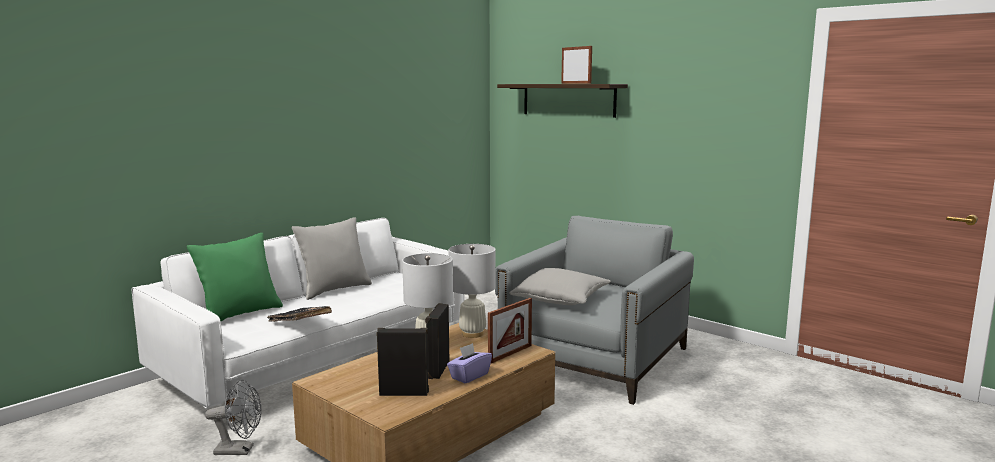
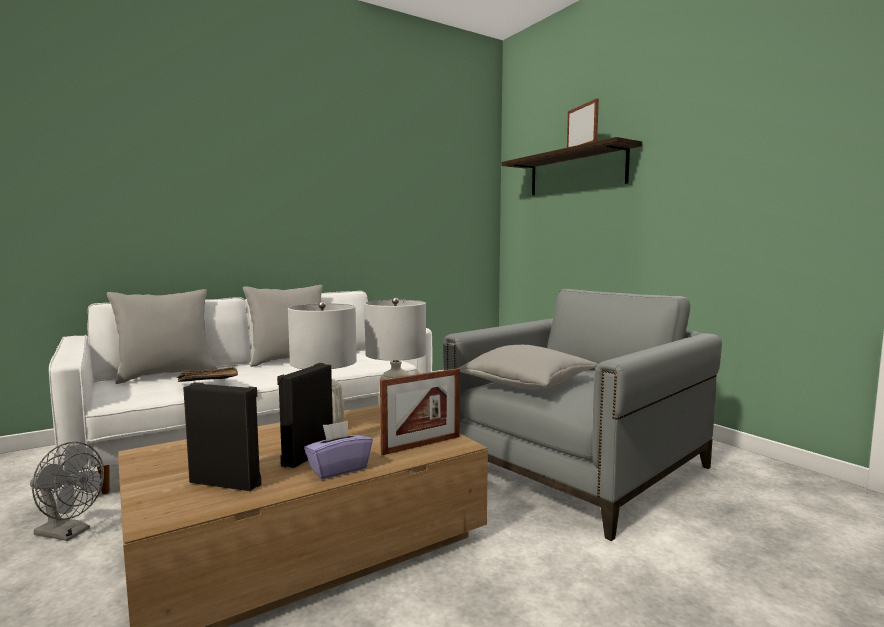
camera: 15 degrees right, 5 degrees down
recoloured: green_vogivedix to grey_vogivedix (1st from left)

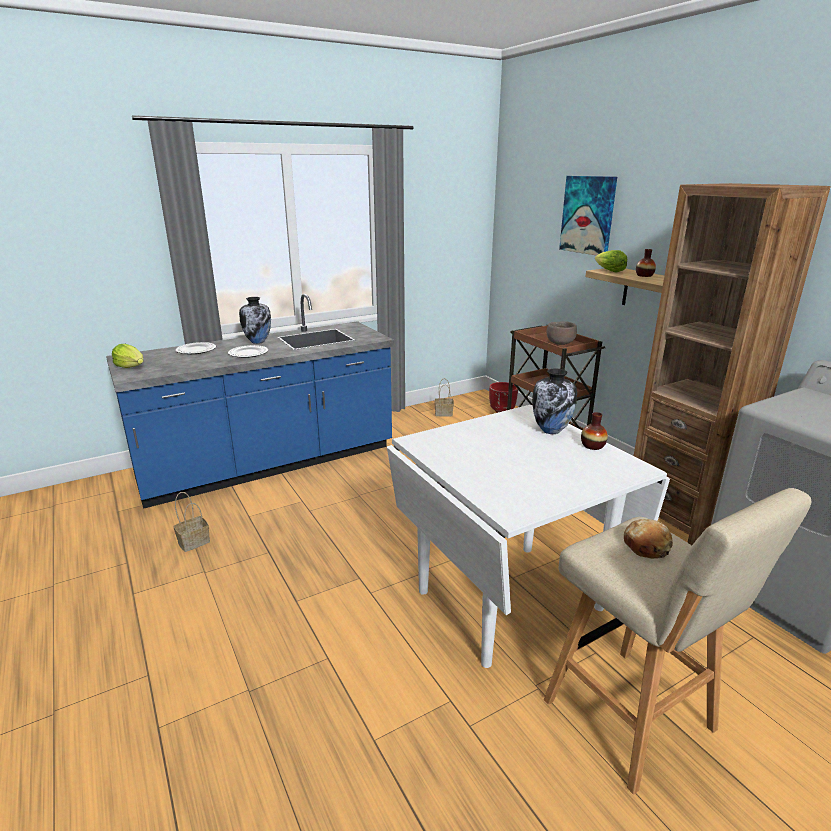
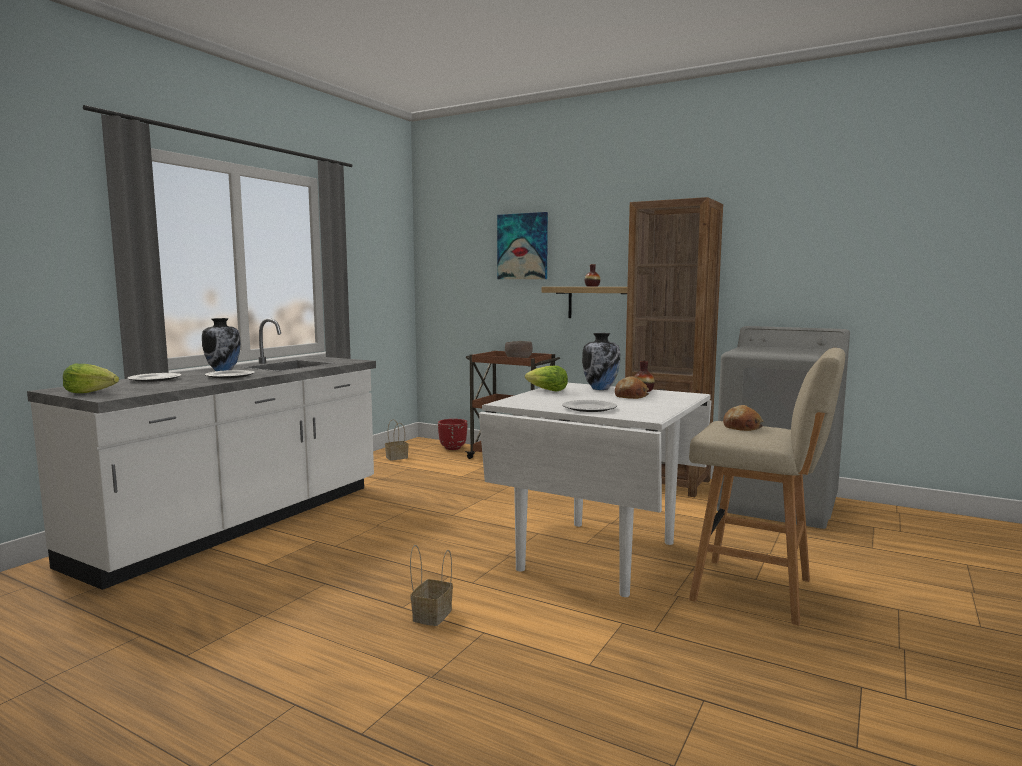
camera: 30 degrees left, 15 degrees down
added: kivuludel (3rd from left); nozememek (1st from left)
moved: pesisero (1st from left in the first image) to pesisero (2nd from left); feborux (2nd from left)
recoloured: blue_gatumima to white_gatumima

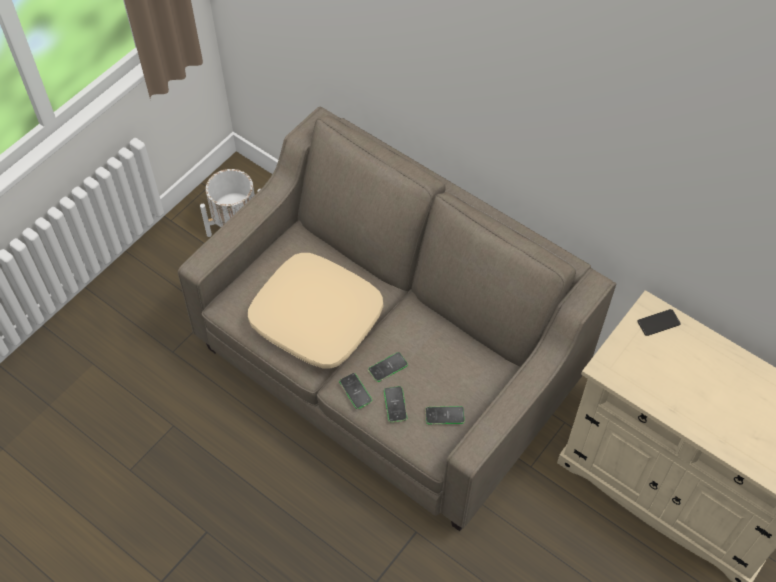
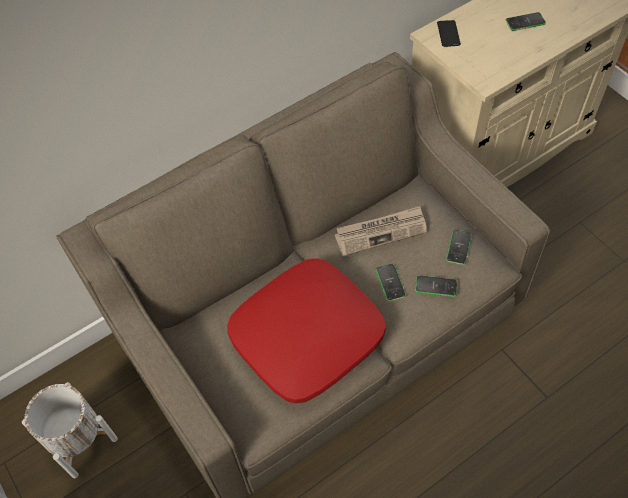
camera: 70 degrees left, 0 degrees up
added: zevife
moved: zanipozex (1st from left in the first image) to zanipozex (5th from left)
recoloured: beige_vogivedix to red_vogivedix

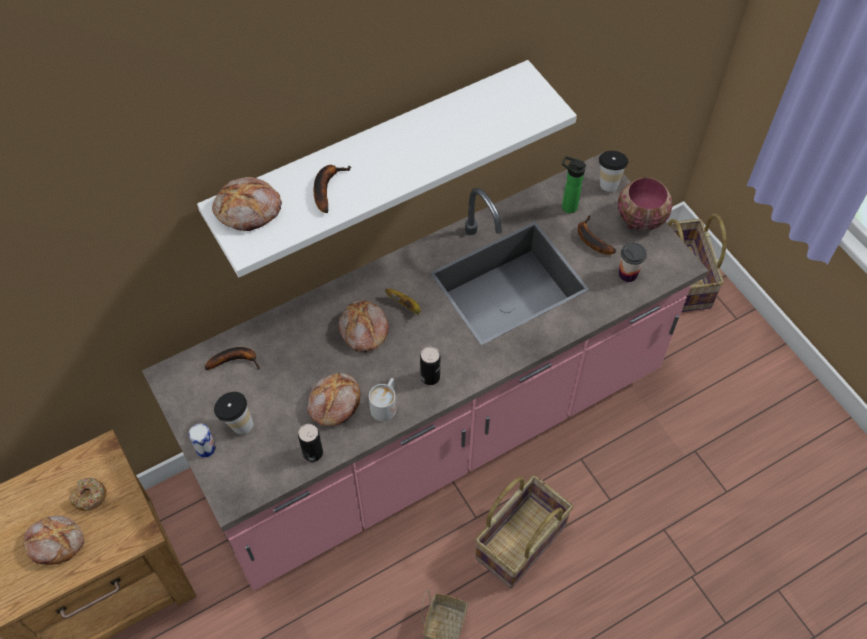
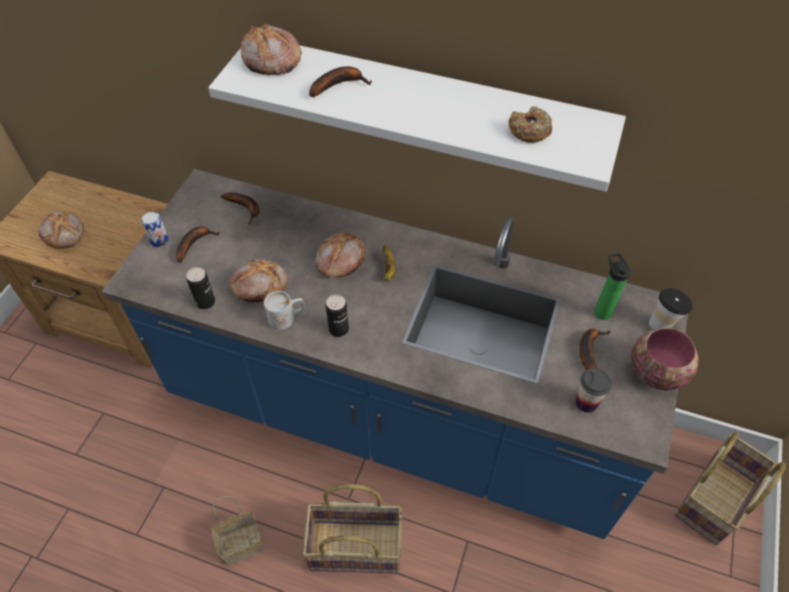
camera: 50 degrees right, 5 degrees down
moved: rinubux
replaced: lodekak (1st from left) to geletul (1st from left)
recoloured: pink_gatumima to blue_gatumima

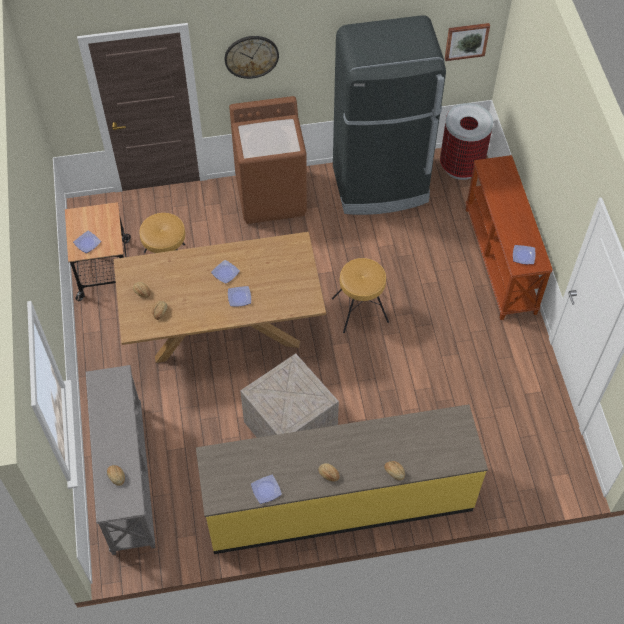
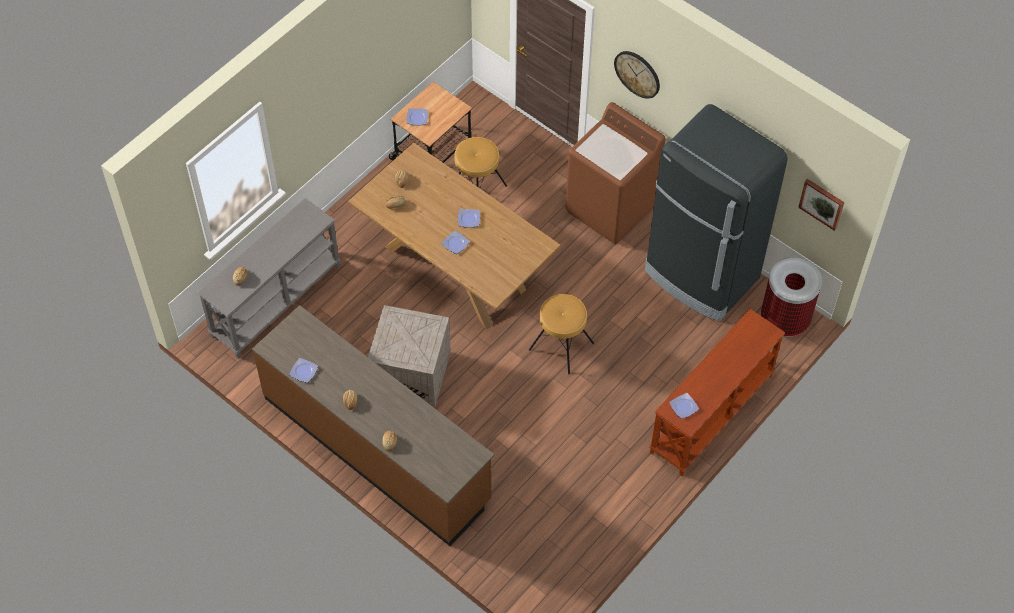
camera: 50 degrees right, 0 degrees up
recoloured: yellow_gatumima to brown_gatumima

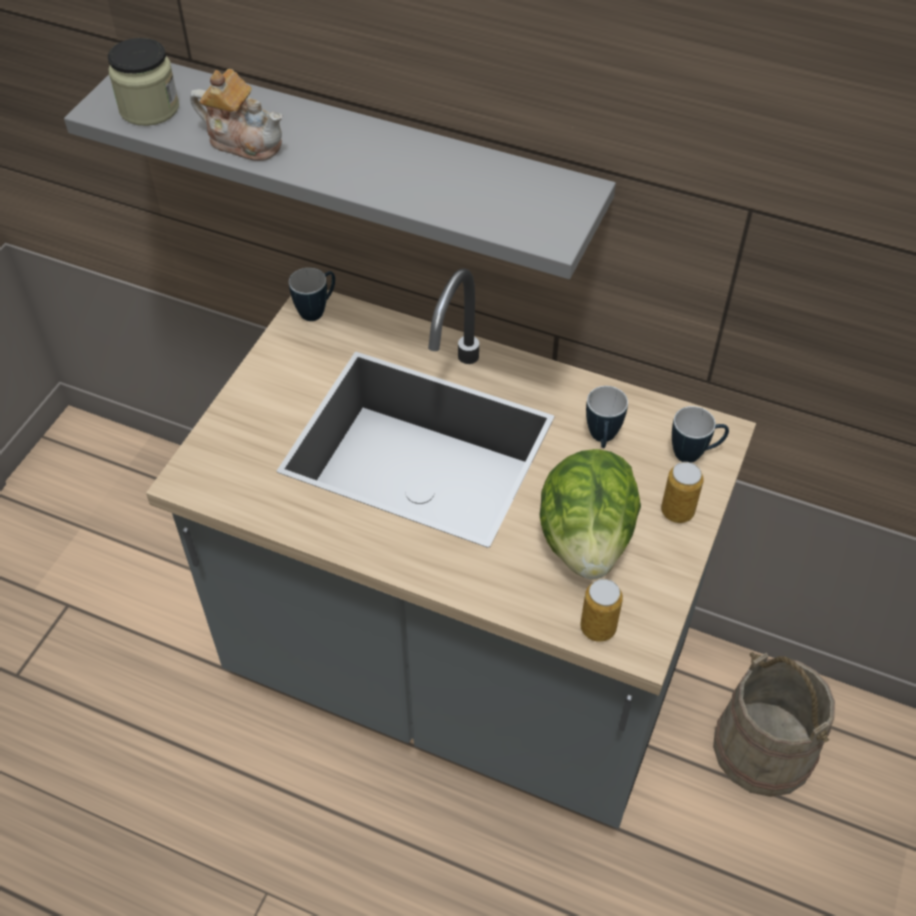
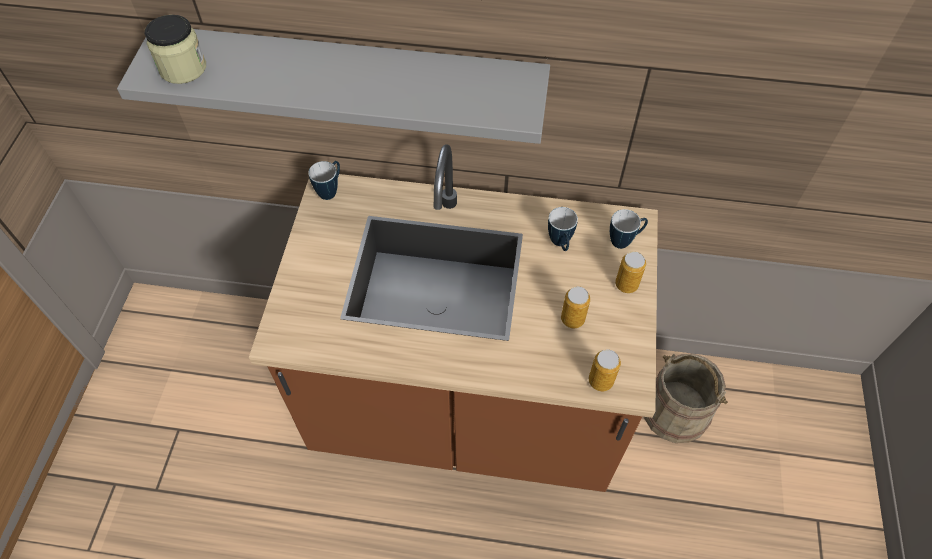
camera: 15 degrees left, 5 degrees up
removed: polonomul
replaced: feborux to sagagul (1st from left)
recoloured: grey_gatumima to brown_gatumima

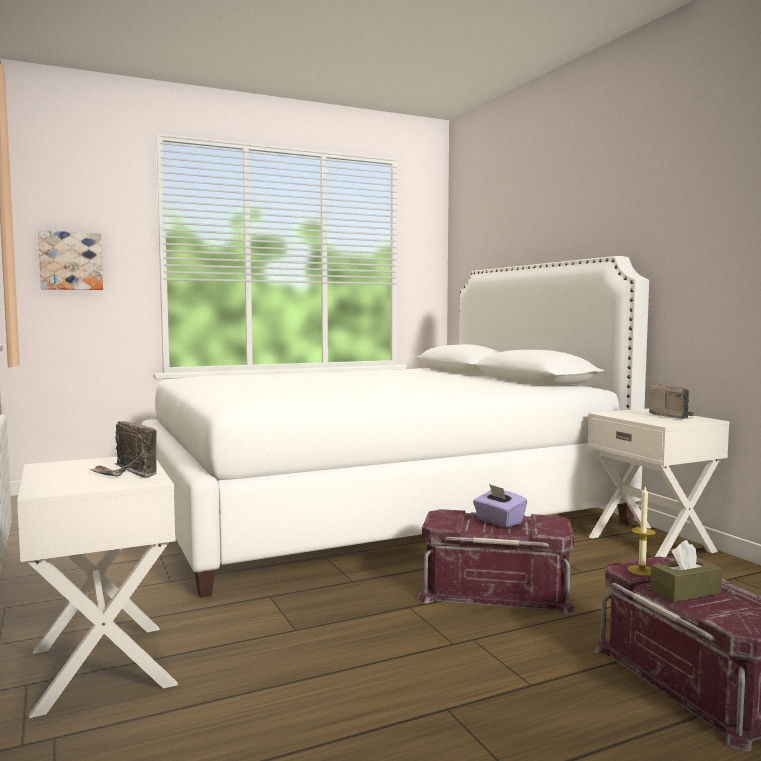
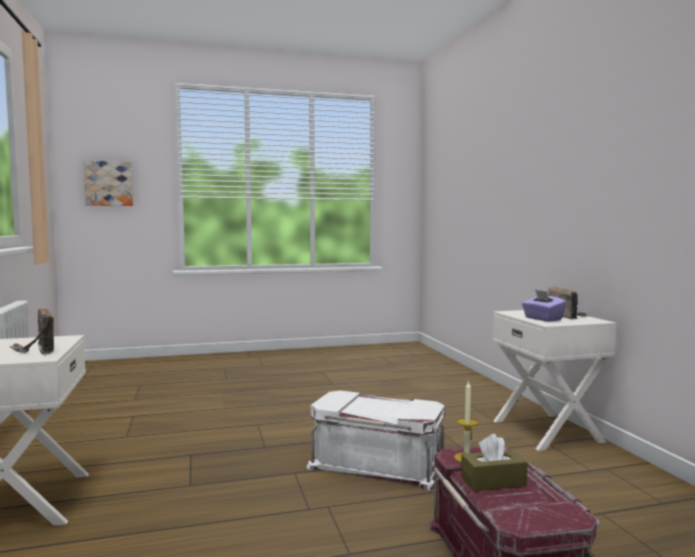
camera: 10 degrees right, 0 degrees up
removed: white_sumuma
moved: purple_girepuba
recoloured: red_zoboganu (1st from left) to white_zoboganu

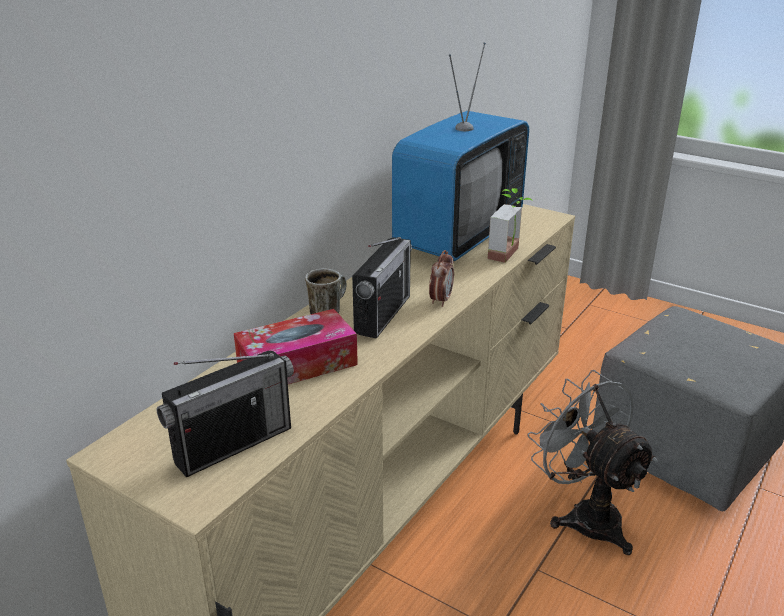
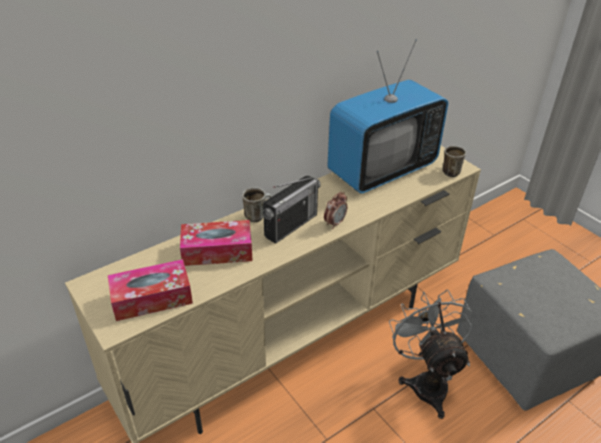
camera: 20 degrees right, 10 degrees up
removed: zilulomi
added: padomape (2nd from left)
replaced: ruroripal (1st from left) to girepuba (1st from left)

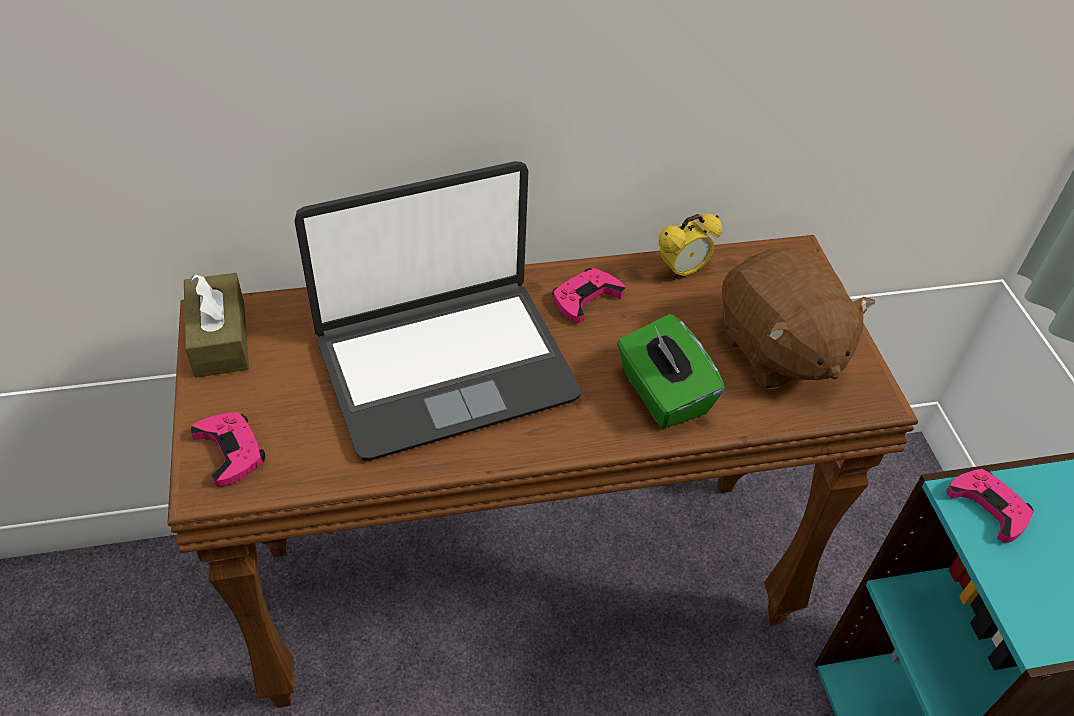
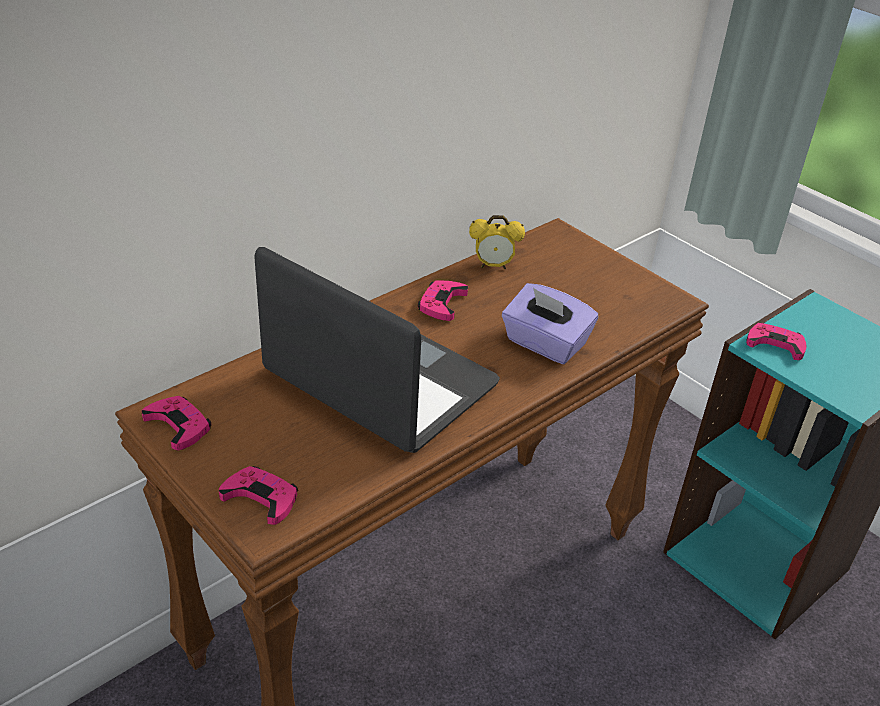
camera: 30 degrees left, 10 degrees down
removed: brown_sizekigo
replaced: brown_girepuba to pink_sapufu (1st from left)
recoloured: green_girepuba to purple_girepuba
turned: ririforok 90 degrees counterclockwise; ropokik 60 degrees clockwise

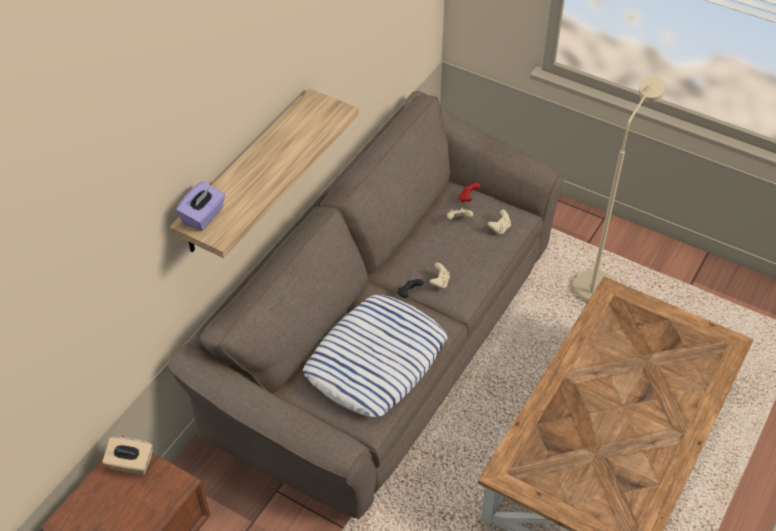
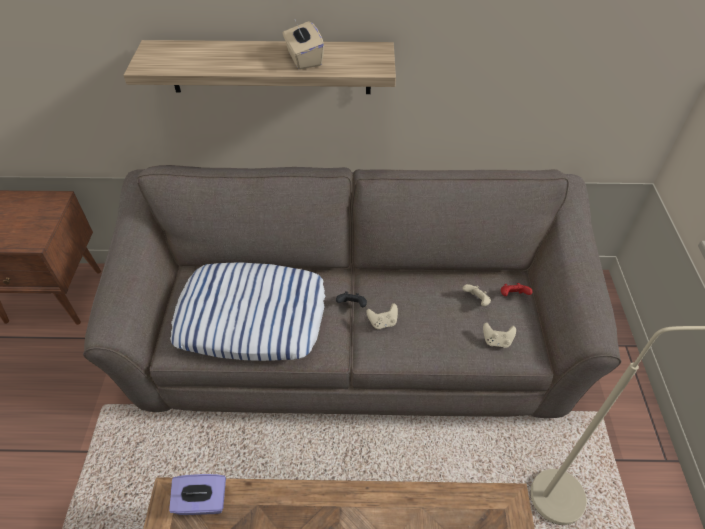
camera: 60 degrees right, 0 degrees up
moved: beige_girepuba; purple_girepuba

